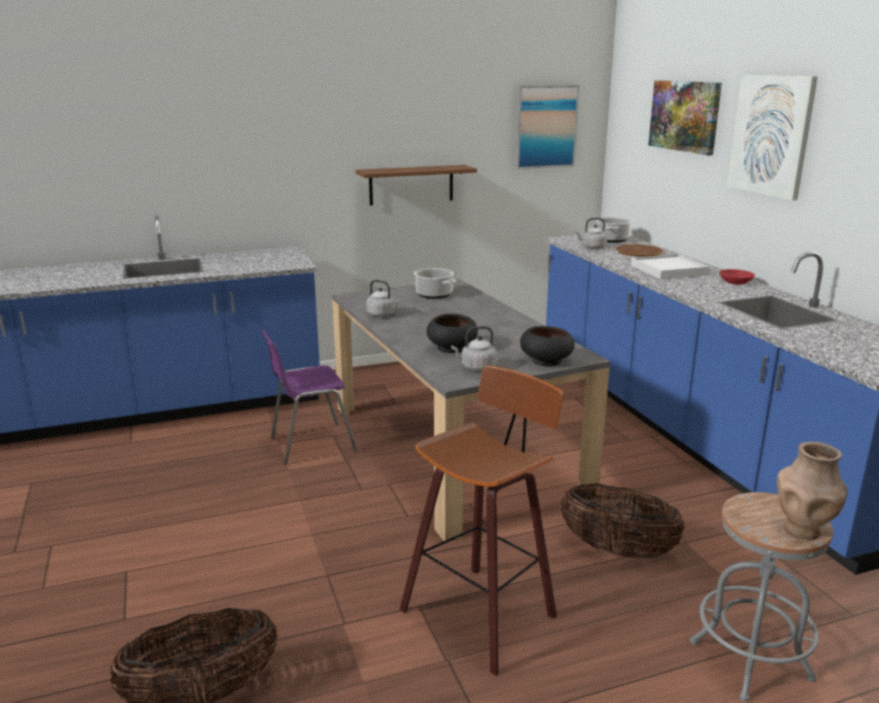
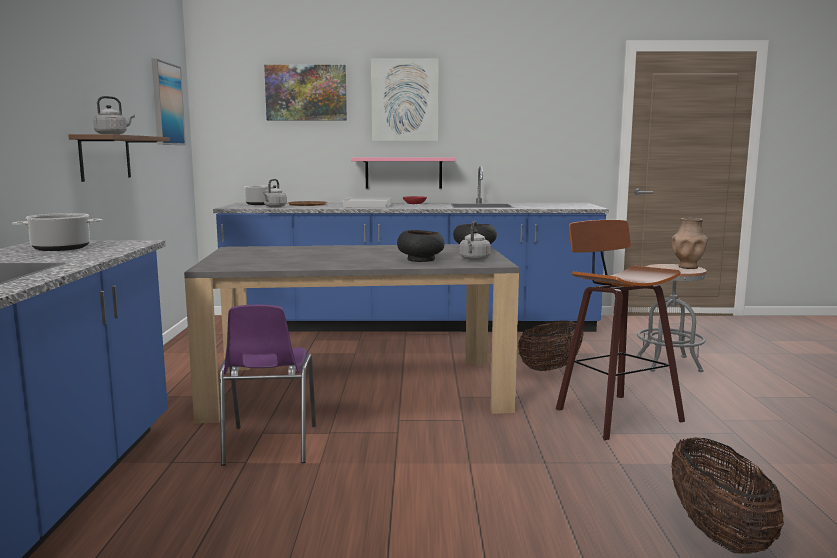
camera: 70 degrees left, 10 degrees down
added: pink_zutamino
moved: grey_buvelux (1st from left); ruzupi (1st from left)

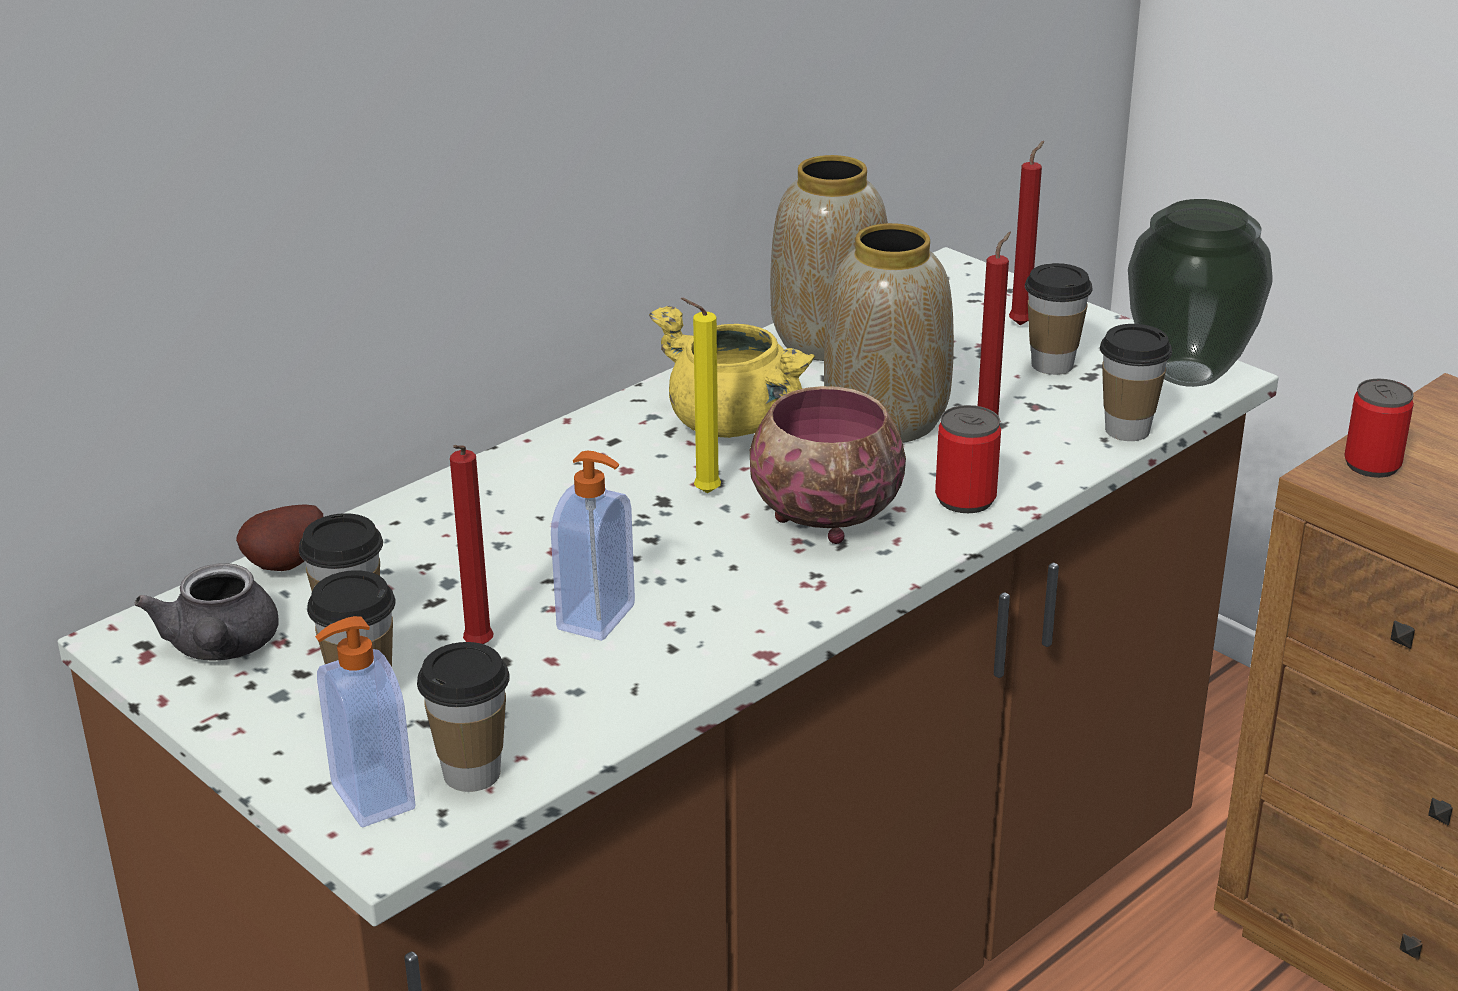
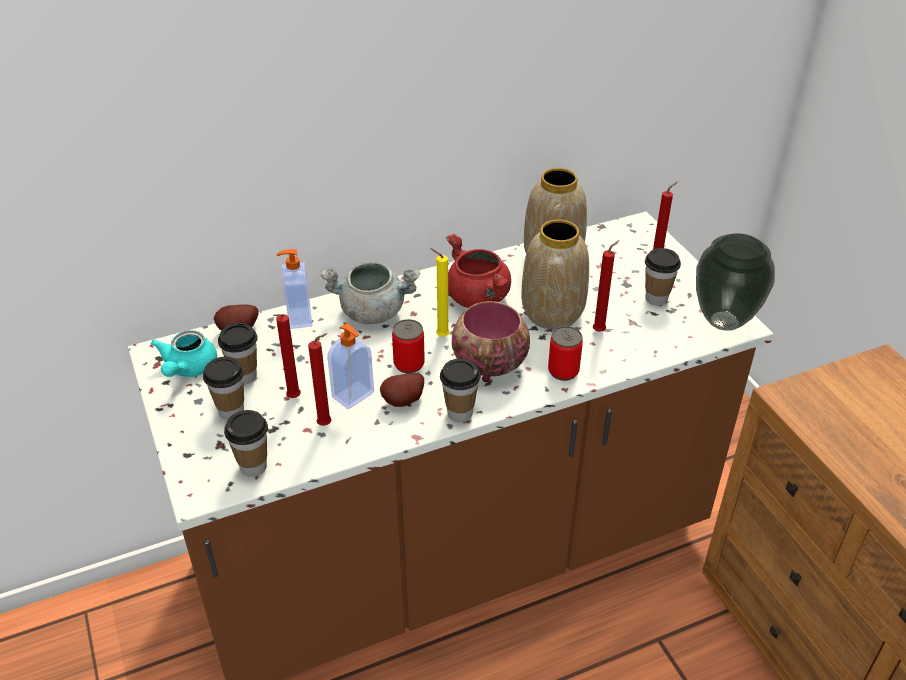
camera: 20 degrees right, 10 degrees up
added: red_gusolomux (2nd from left); grey_ruzupi; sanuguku (2nd from left)
moved: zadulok (1st from left); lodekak (5th from left in the first image) to lodekak (4th from left); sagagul (2nd from left in the first image) to sagagul (1st from left)
recoloured: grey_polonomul to turquoise_polonomul; yellow_ruzupi to red_ruzupi

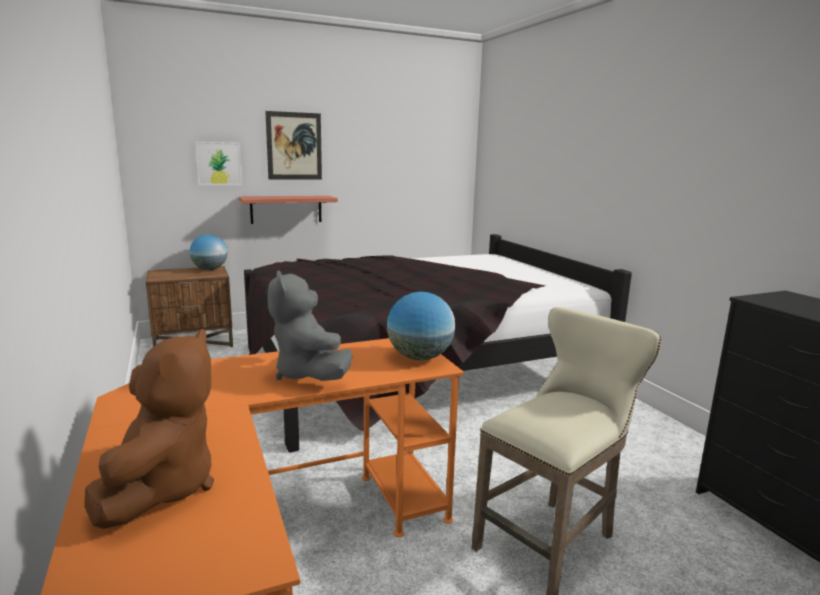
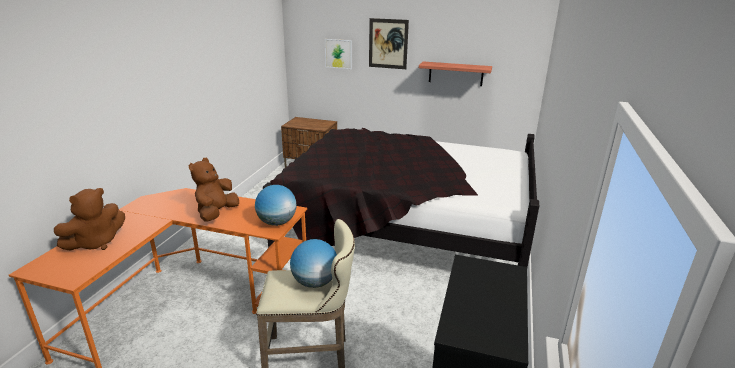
camera: 40 degrees right, 10 degrees up
moved: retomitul (1st from left in the first image) to retomitul (2nd from left); zutamino
recoloured: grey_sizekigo to brown_sizekigo (2nd from left)

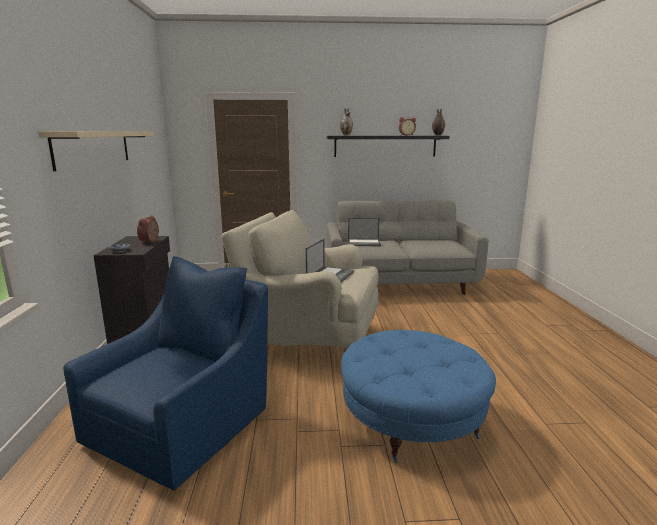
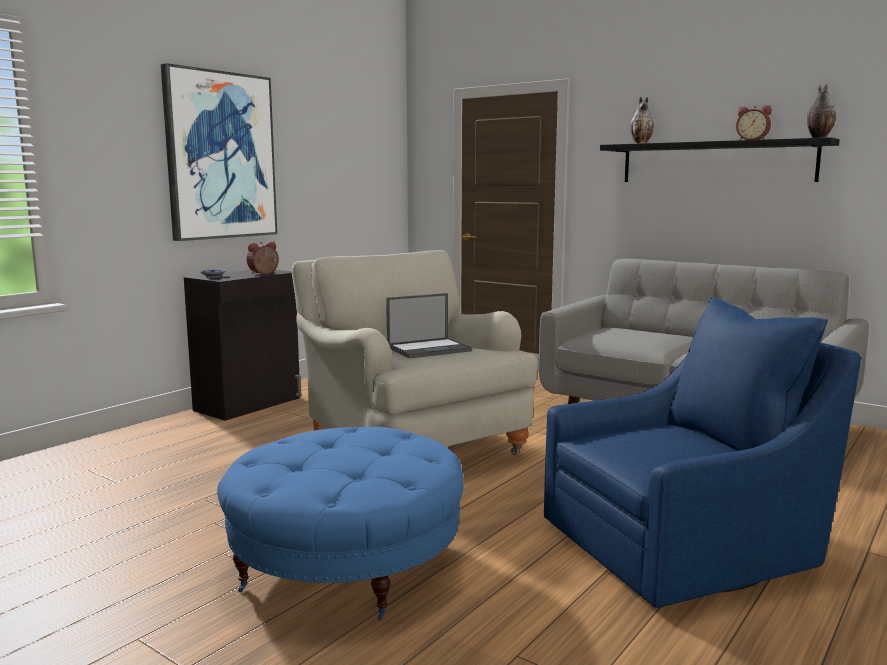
camera: 40 degrees right, 5 degrees down
removed: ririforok (2nd from left)
moved: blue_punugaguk
replaced: beige_zutamino to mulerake

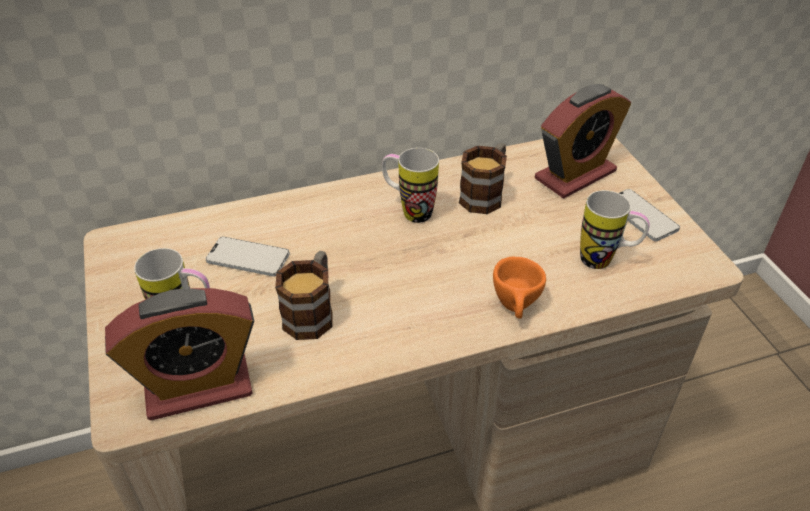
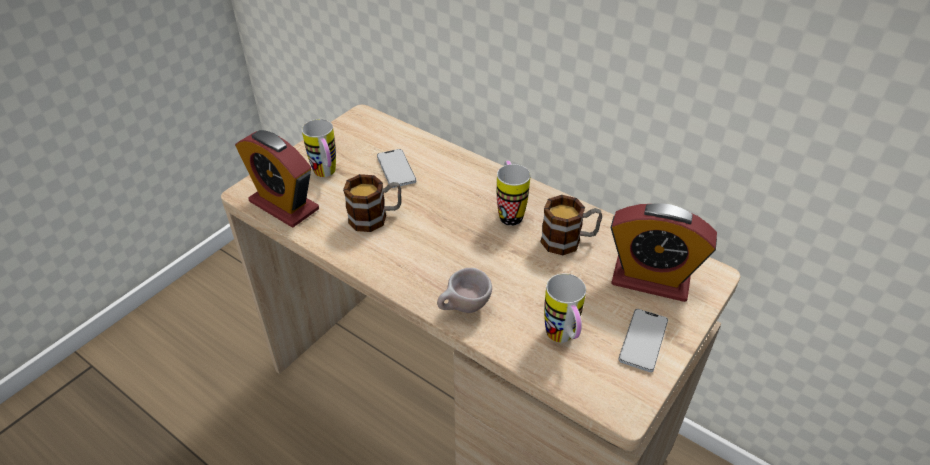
camera: 55 degrees right, 0 degrees up
recoloured: orange_lodekak to beige_lodekak

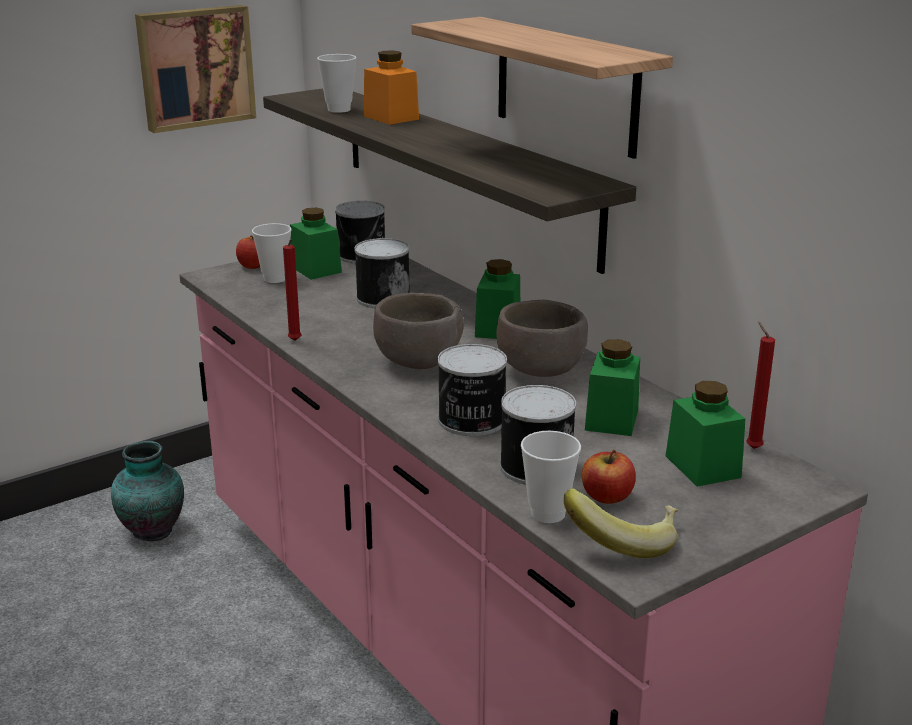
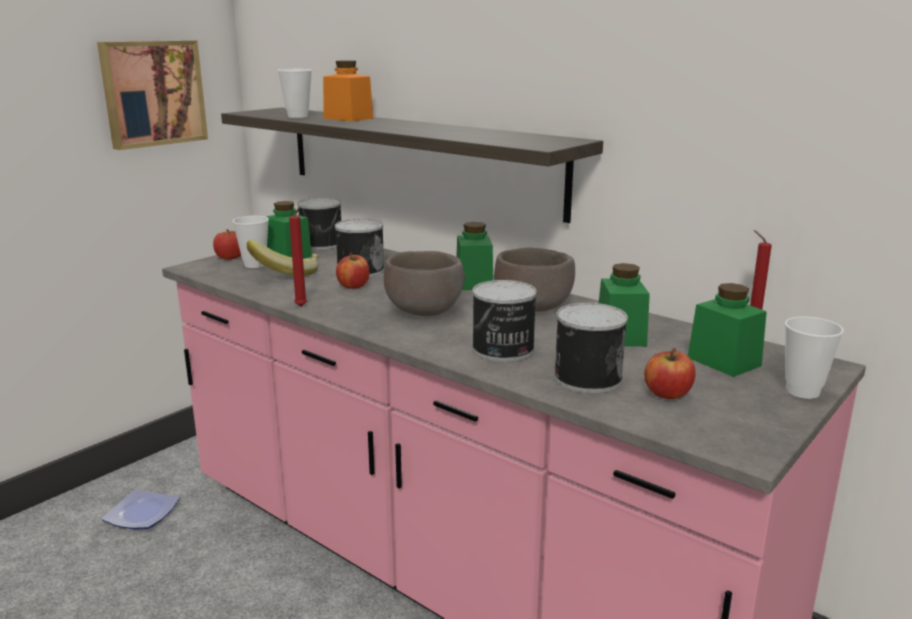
camera: 15 degrees left, 5 degrees down
removed: zutamino (2nd from left)
added: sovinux (2nd from left)
moved: lodekak (3rd from left); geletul
replaced: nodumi to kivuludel

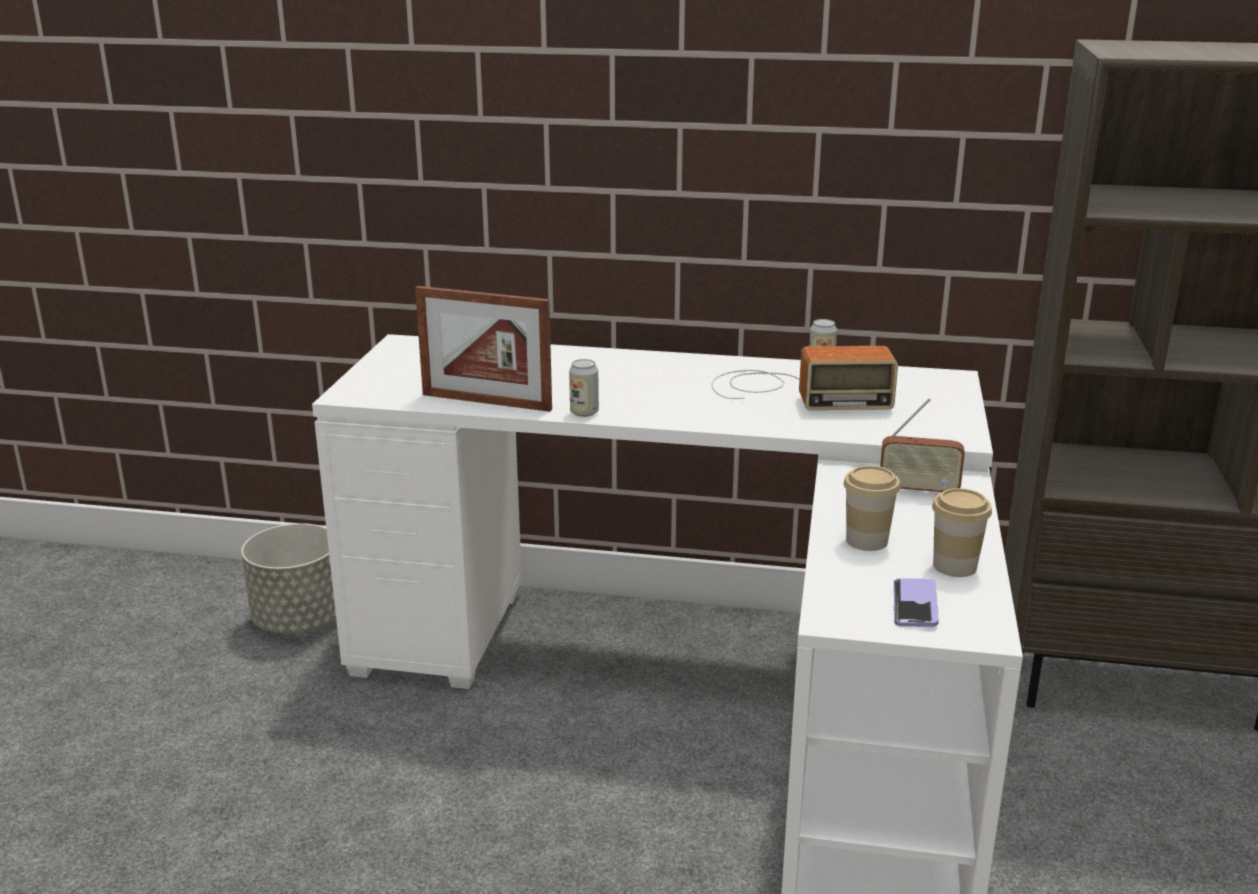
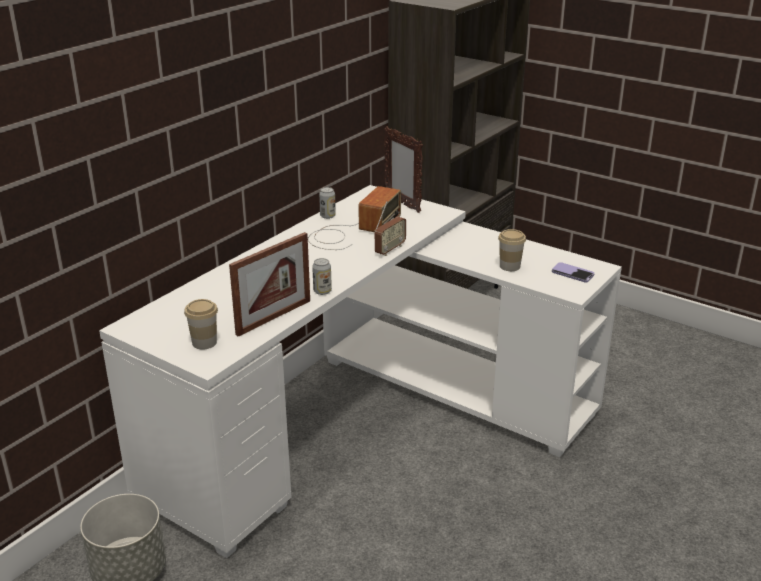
camera: 65 degrees left, 5 degrees up
added: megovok (2nd from left)
moved: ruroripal (2nd from left); lodekak (2nd from left in the first image) to lodekak (1st from left)

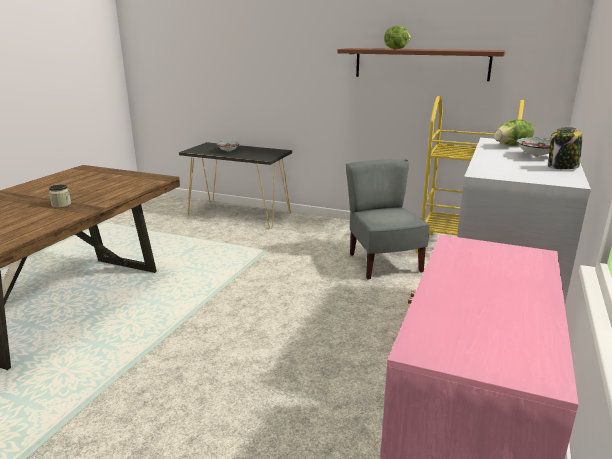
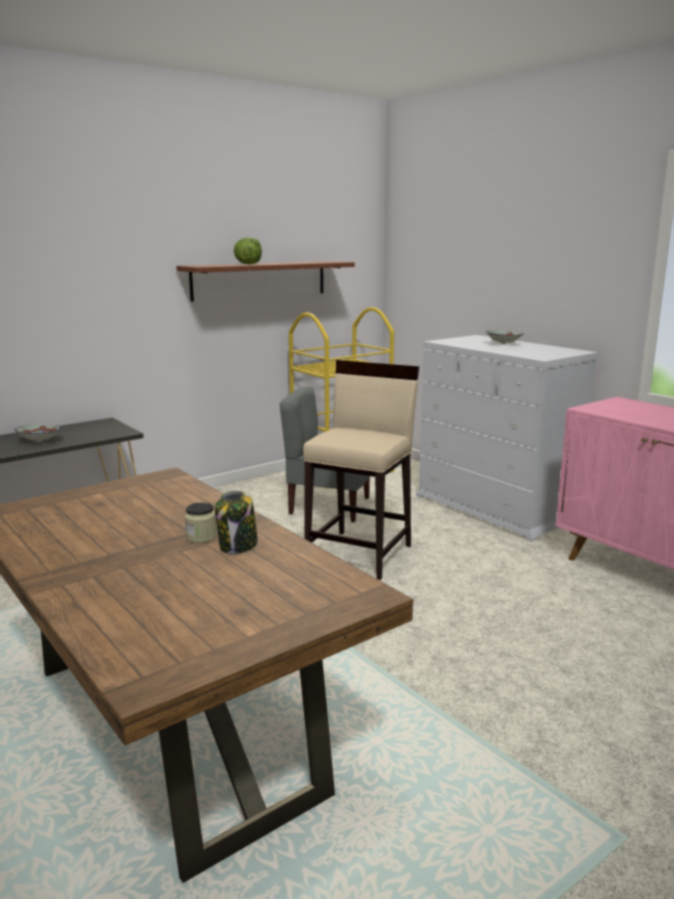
camera: 60 degrees left, 5 degrees down
removed: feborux (2nd from left)
added: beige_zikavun
moved: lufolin (2nd from left)

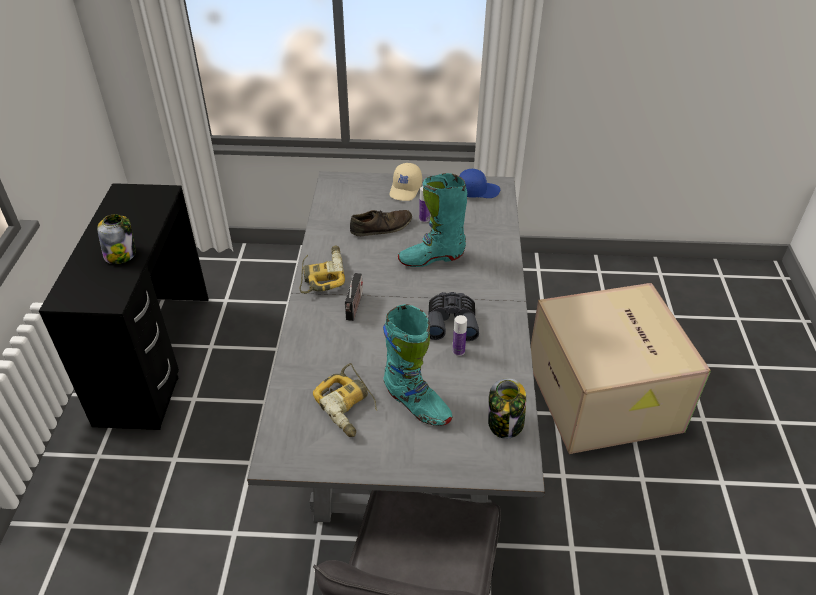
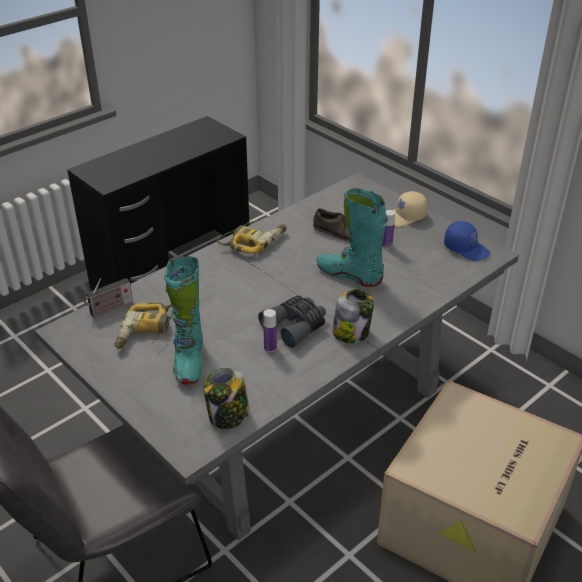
camera: 45 degrees right, 5 degrees down
moved: lufolin (1st from left in the first image) to lufolin (2nd from left); ruroripal

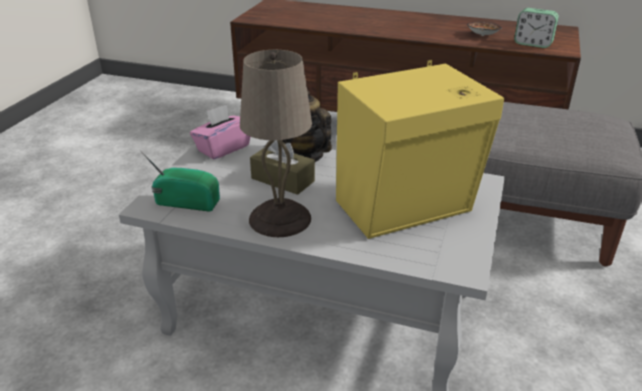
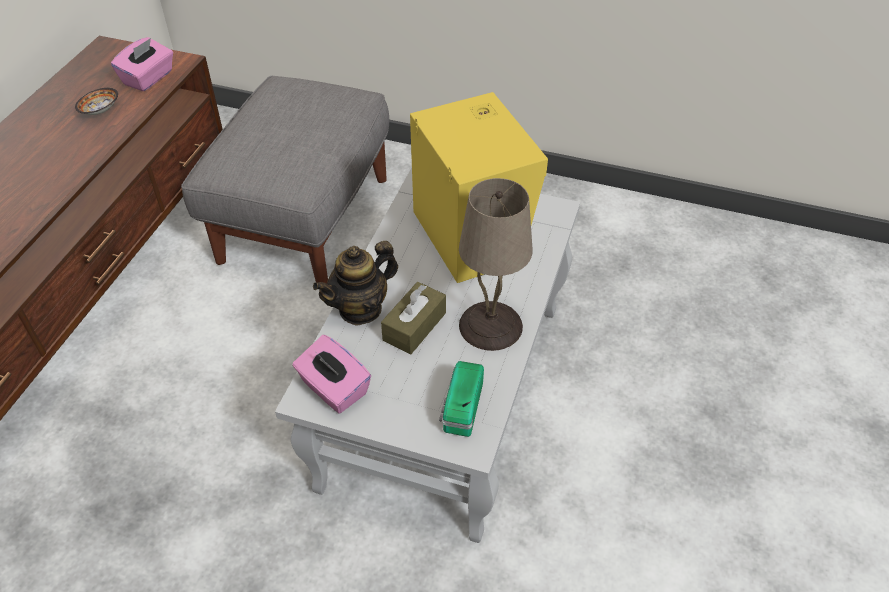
camera: 90 degrees left, 15 degrees up
replaced: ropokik to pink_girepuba (1st from left)

